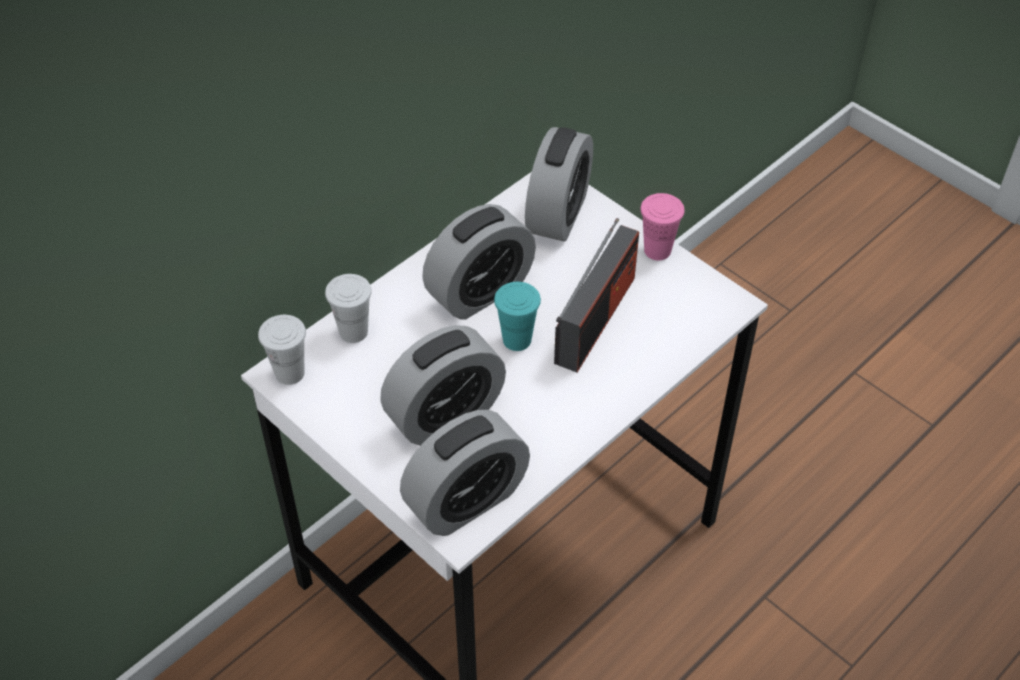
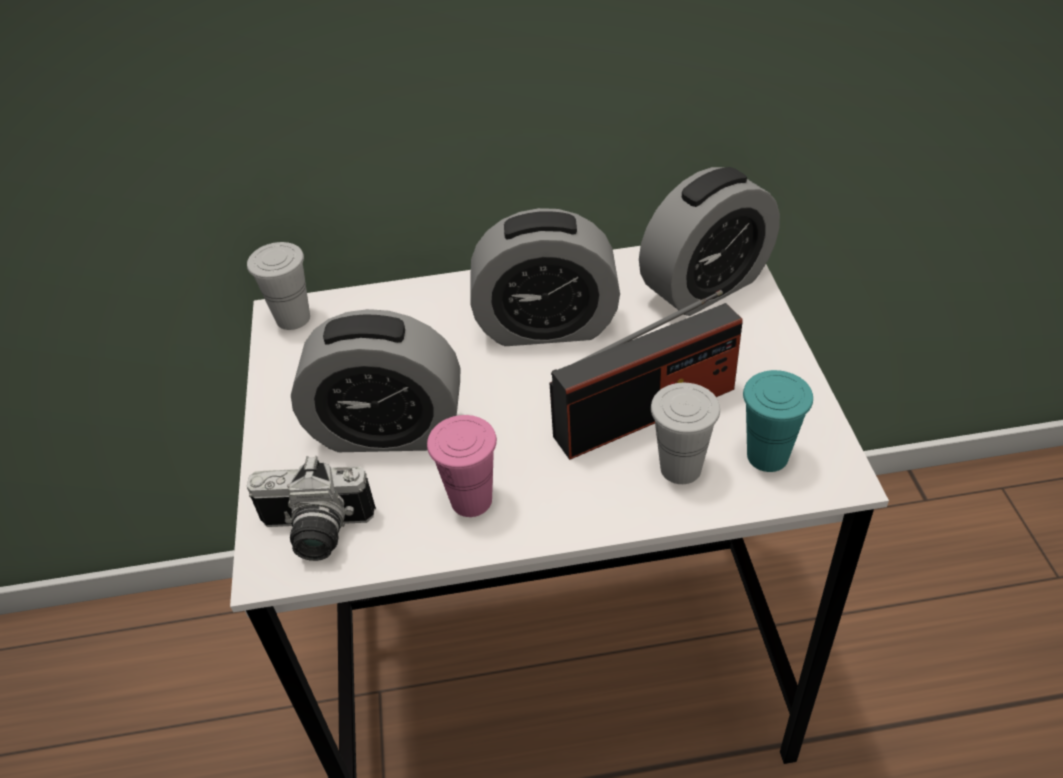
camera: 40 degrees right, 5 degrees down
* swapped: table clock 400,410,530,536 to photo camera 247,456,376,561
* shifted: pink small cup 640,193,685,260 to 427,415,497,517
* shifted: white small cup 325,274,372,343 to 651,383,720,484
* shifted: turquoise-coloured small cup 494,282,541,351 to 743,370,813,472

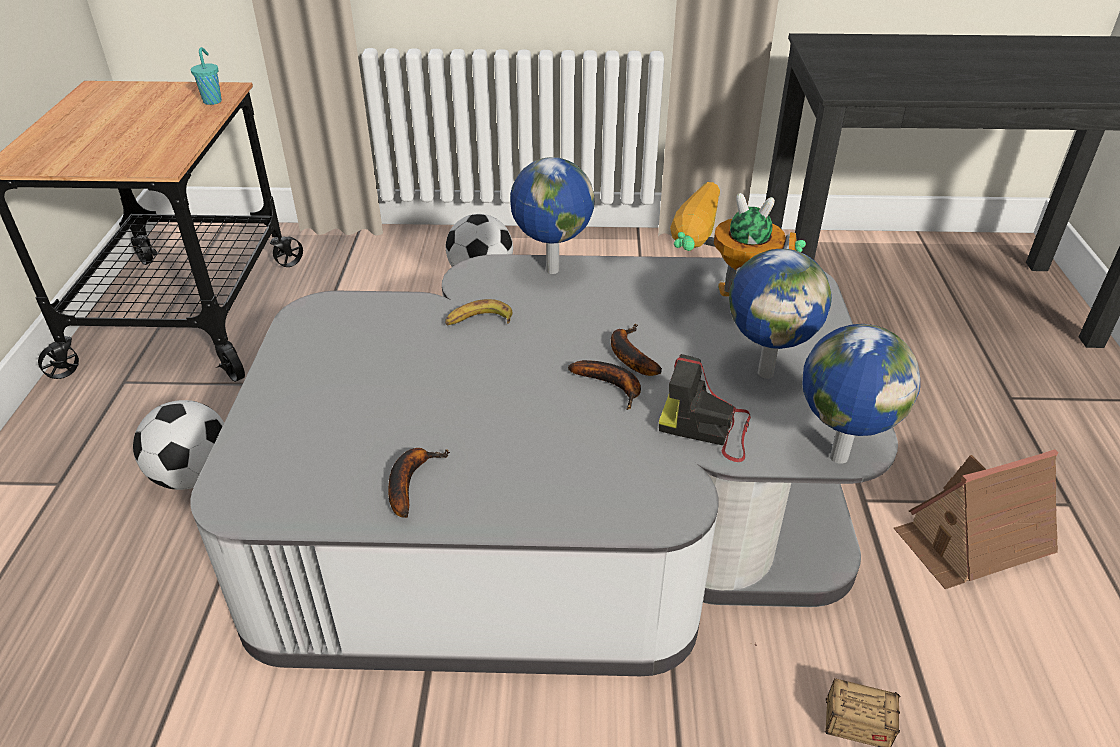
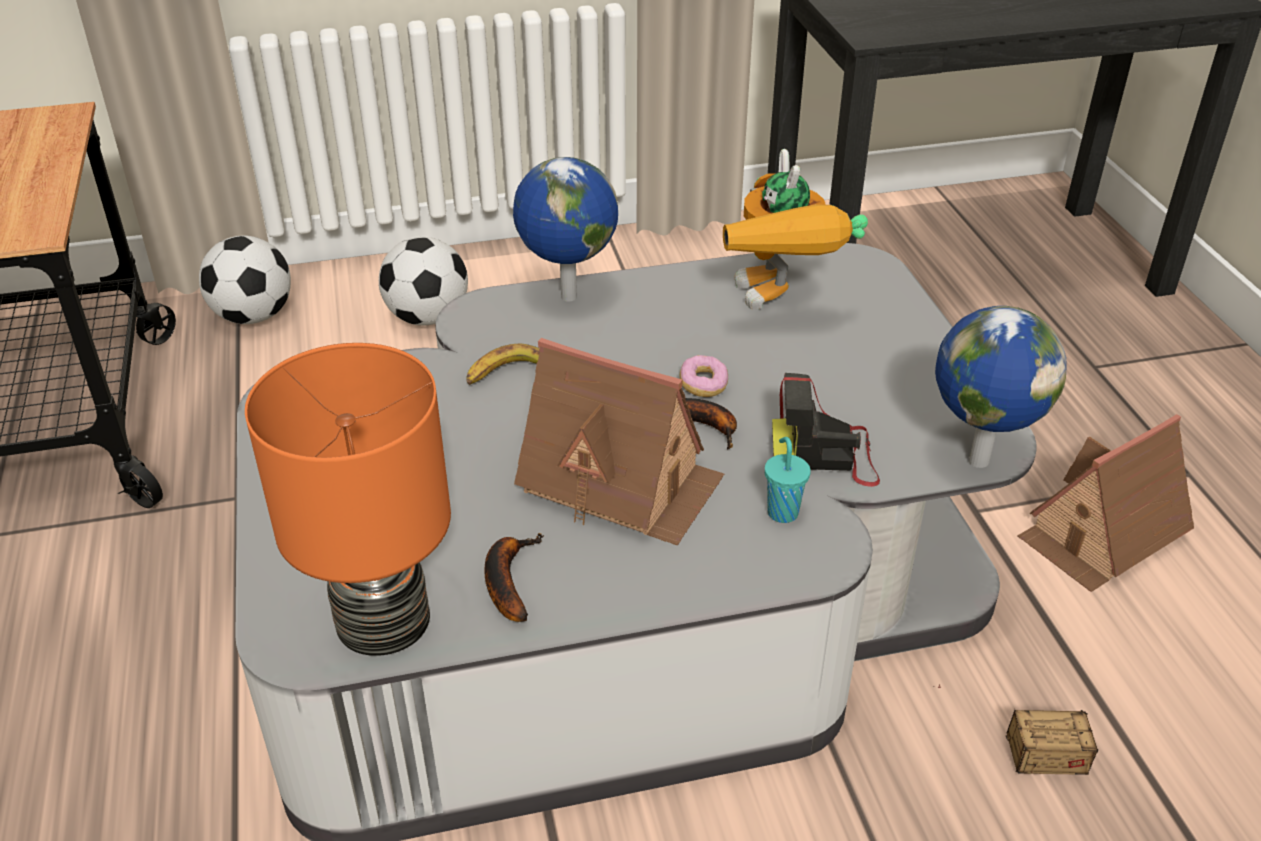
camera: 15 degrees left, 0 degrees up
* shifted: football 133,400,224,490 to 199,235,291,324
* new: orange lamp for a table 245,343,451,656
* new: miniature house 514,338,724,545
* swapped: whole banana 611,324,662,376 to ring doughnut 680,355,728,397
* rotated: toy robot 670,182,806,296 = 723,149,868,310 105 degrees counterclockwise
* shifted: turquoise-coloured small cup 191,47,222,105 to 765,437,811,523
* gone: desk globe 729,249,832,379

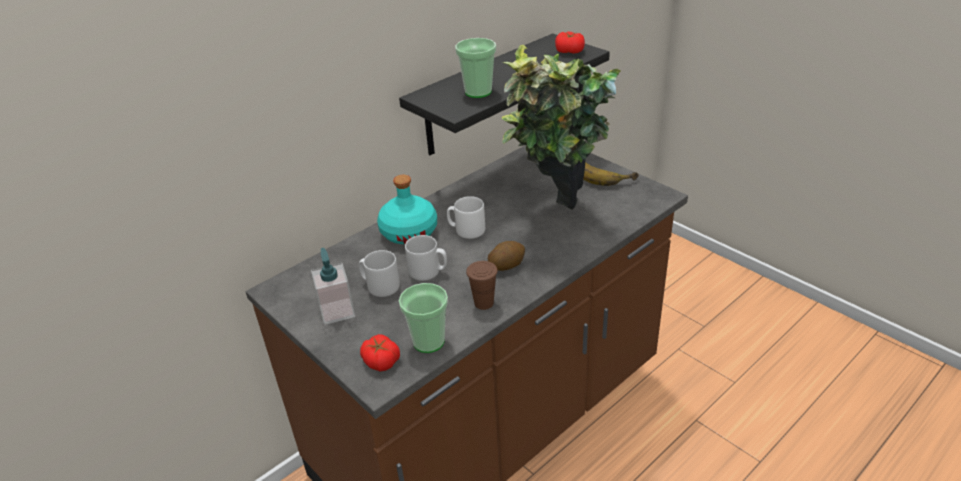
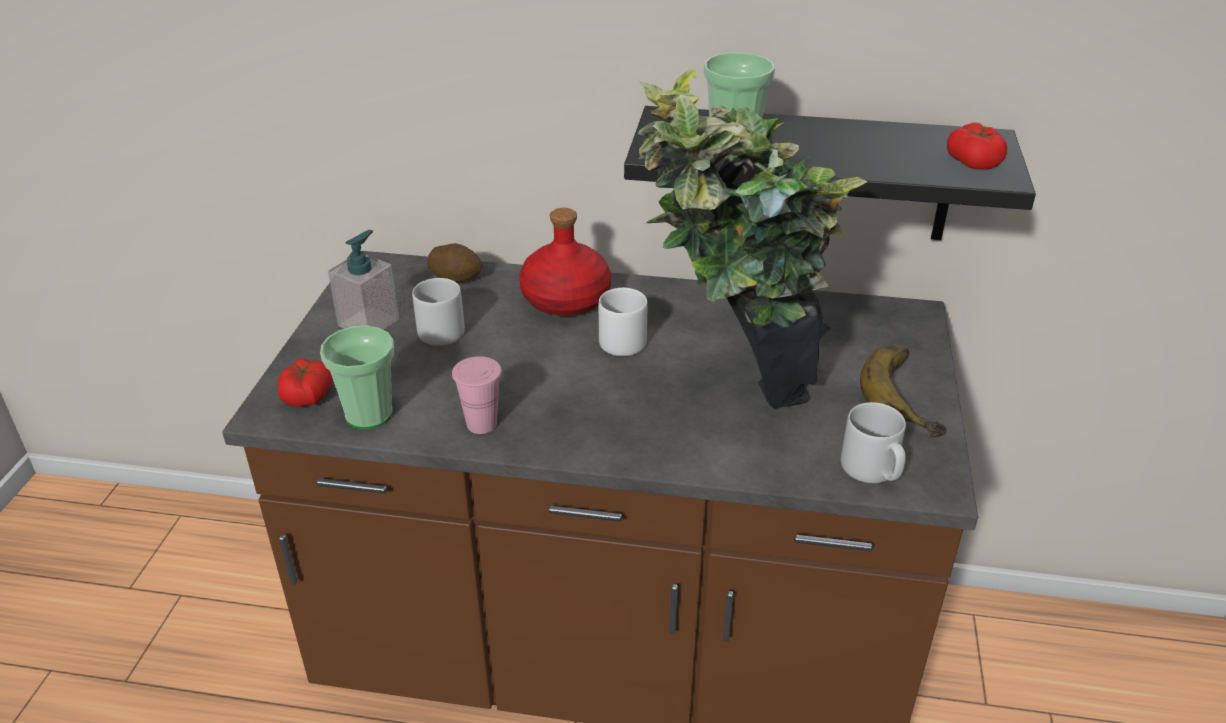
camera: 50 degrees right, 0 degrees up
* shifted: potato 488,241,525,271 to 427,243,483,283
* repainted: brown small cup 466,261,498,310 to pink small cup 452,356,502,434
* repainted: turquoise-coloured beverage bottle 377,175,437,244 to red-coloured beverage bottle 519,208,611,316
* shifted: greyish tea mug 405,235,447,281 to 841,402,906,483

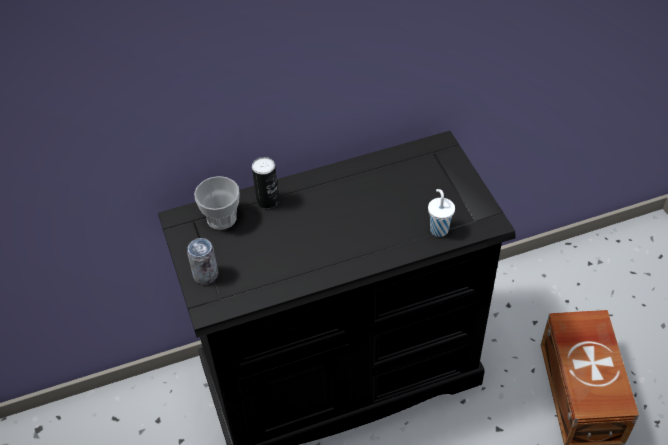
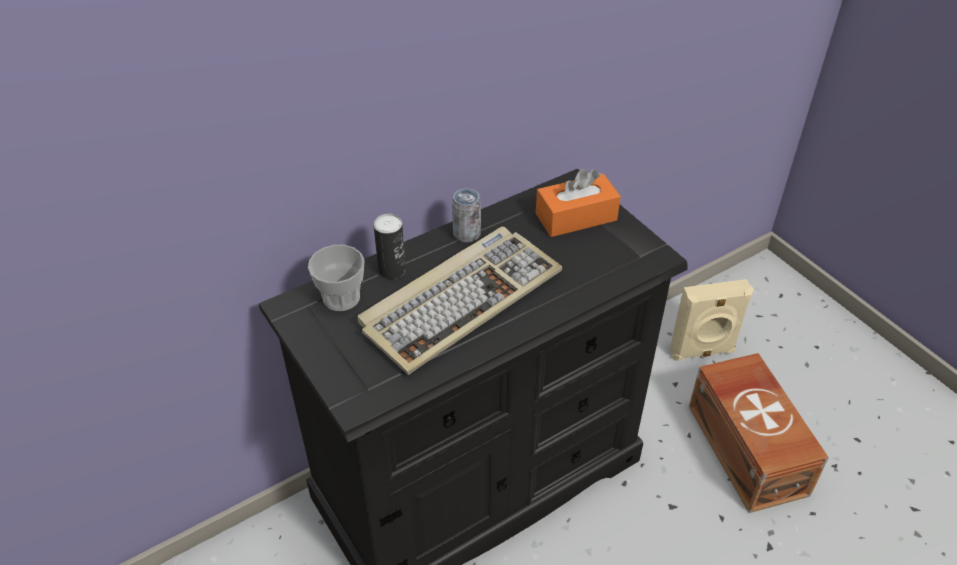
camera: 15 degrees left, 5 degrees down
* new: PC keyboard 357,227,562,375
* shifted: sealed can 187,238,219,285 to 452,188,481,242
* new: orange box of tissues 536,169,621,237
* new: beige speaker 670,279,754,360
* gone: white small cup 428,189,455,237

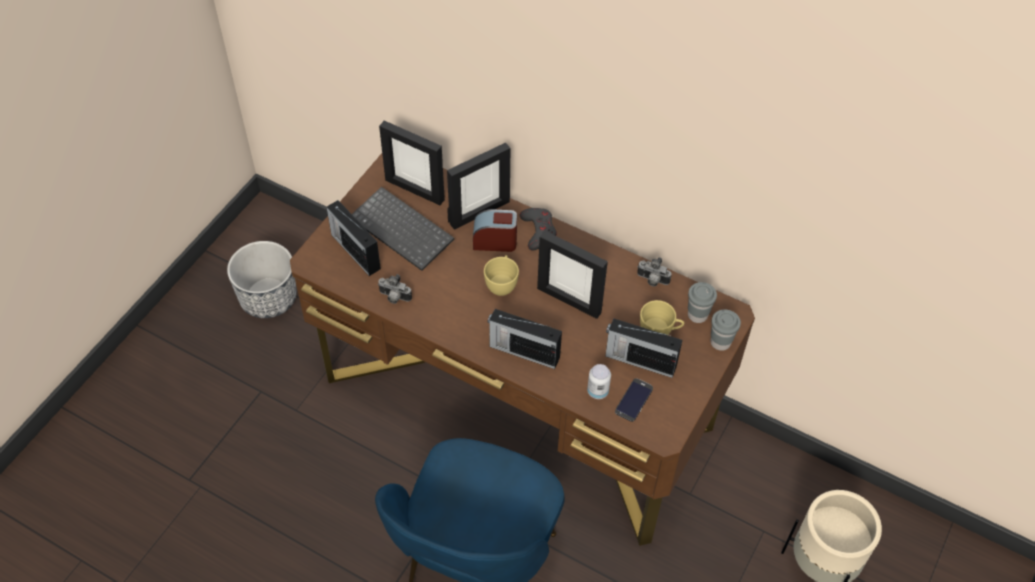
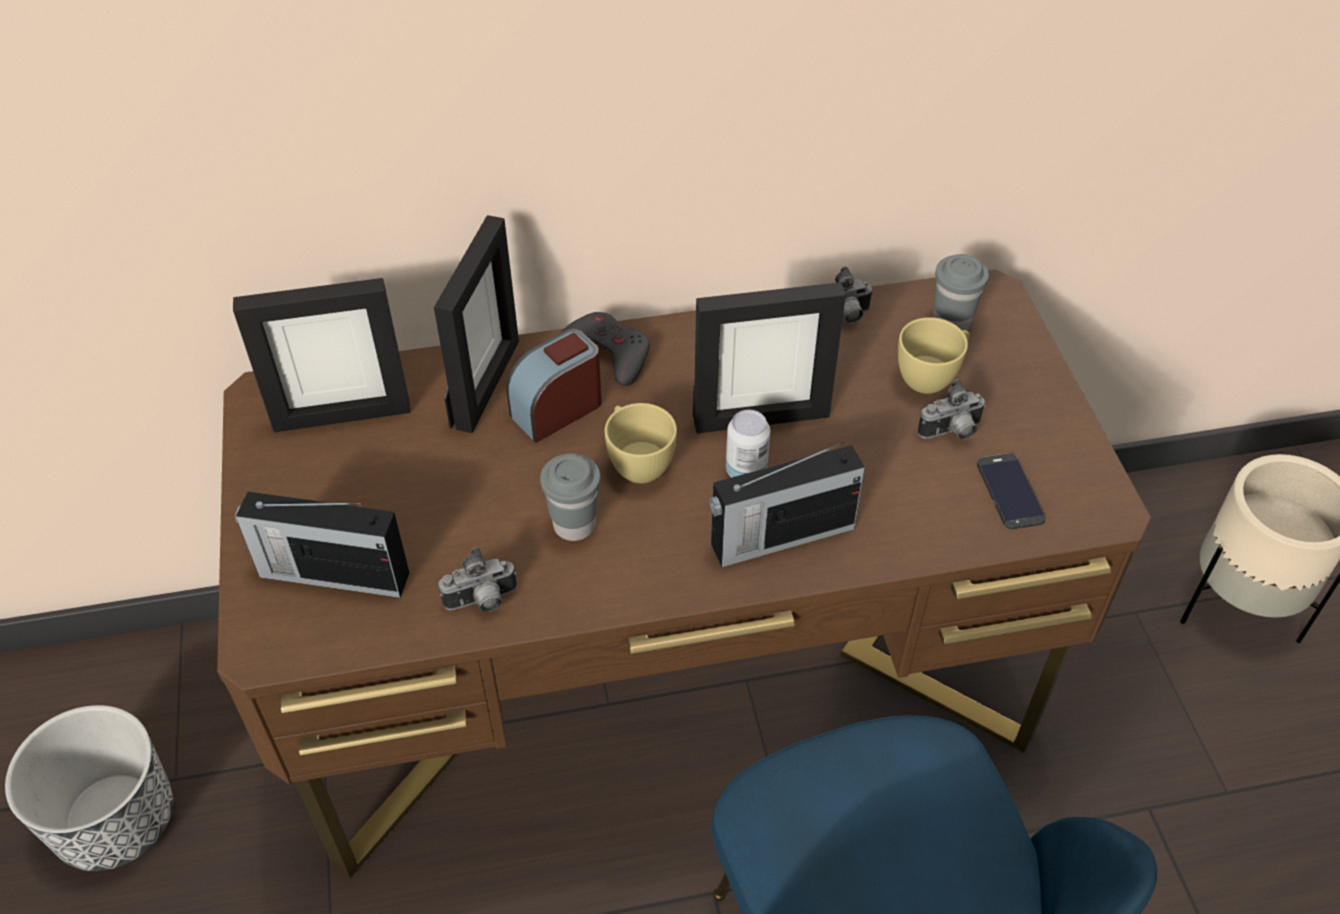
camera: 40 degrees left, 5 degrees down
* shifted: greyish small cup 711,309,741,351 to 540,453,601,541
* shifted: sealed can 587,364,611,399 to 726,410,770,477
* swapped: radio receiver 605,318,682,378 to photo camera 917,379,986,440
* gone: PC keyboard 352,187,454,271

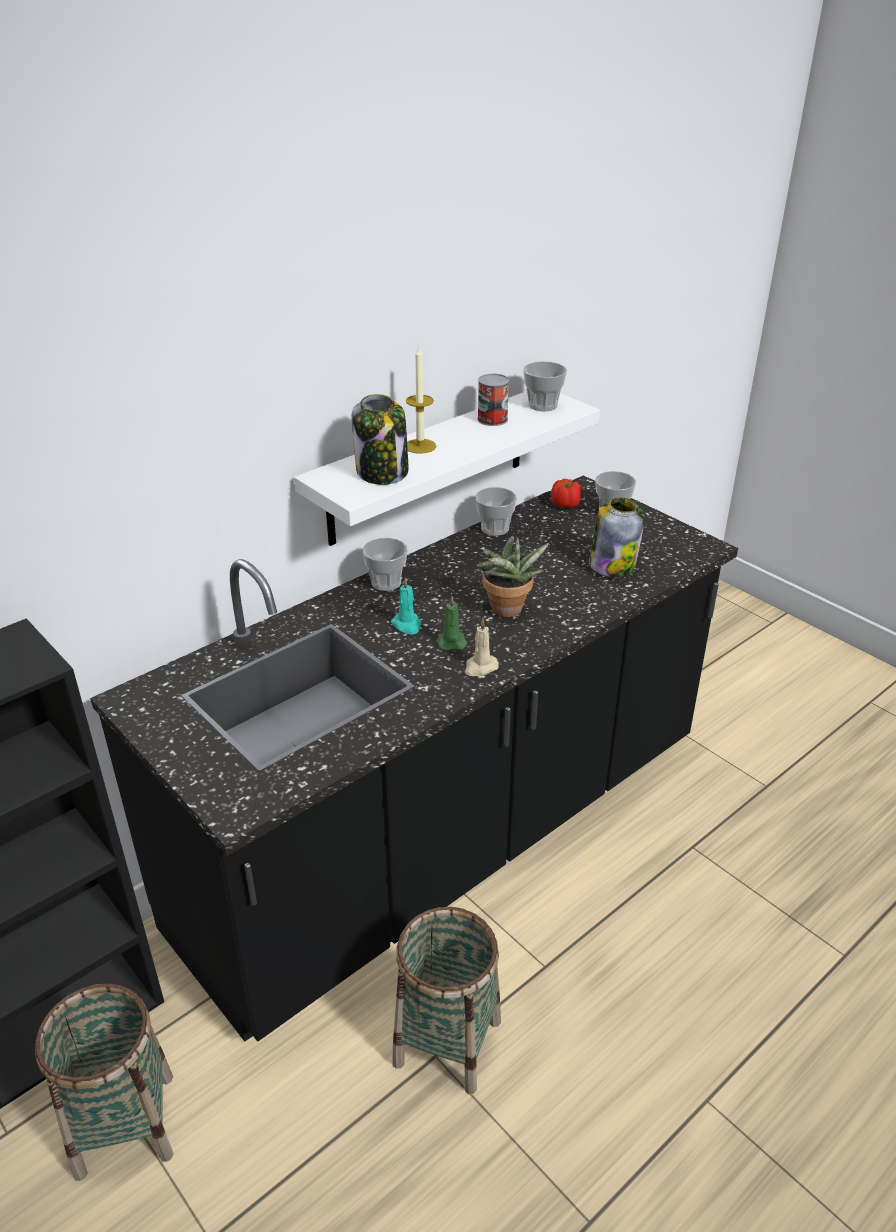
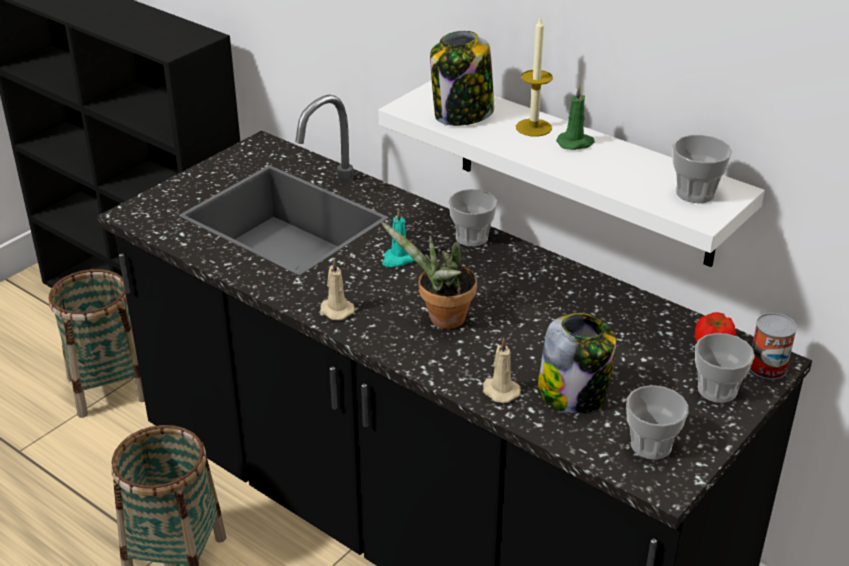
camera: 80 degrees right, 0 degrees up
* new: beige candle 483,338,521,403
* shifted: green candle 438,595,467,651 to 556,85,595,150
* shifted: small cup 475,487,517,536 to 626,385,688,460
* shifted: sealed can 477,374,509,426 to 749,313,797,380

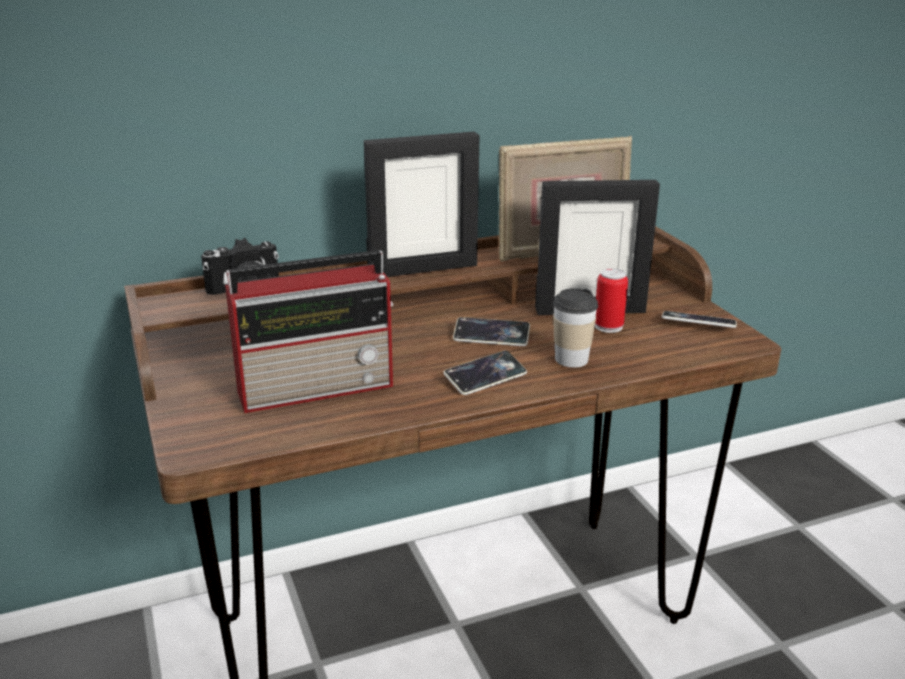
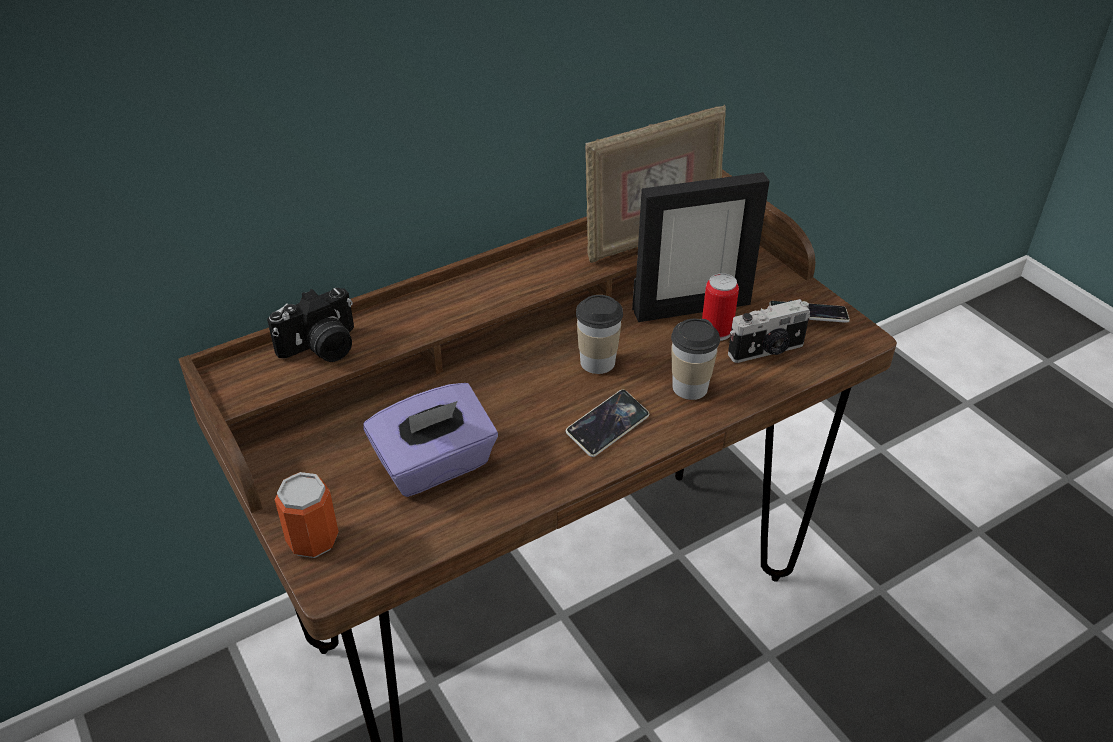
camera: 10 degrees left, 15 degrees up
* new: sealed can 275,472,339,558
* swapped: radio receiver 225,250,394,413 to purple box of tissues 363,383,498,497
* swapped: handset 453,317,530,346 to small cup 576,295,623,374
* new: photo camera 728,299,810,363
* gone: photo frame 364,132,480,277

